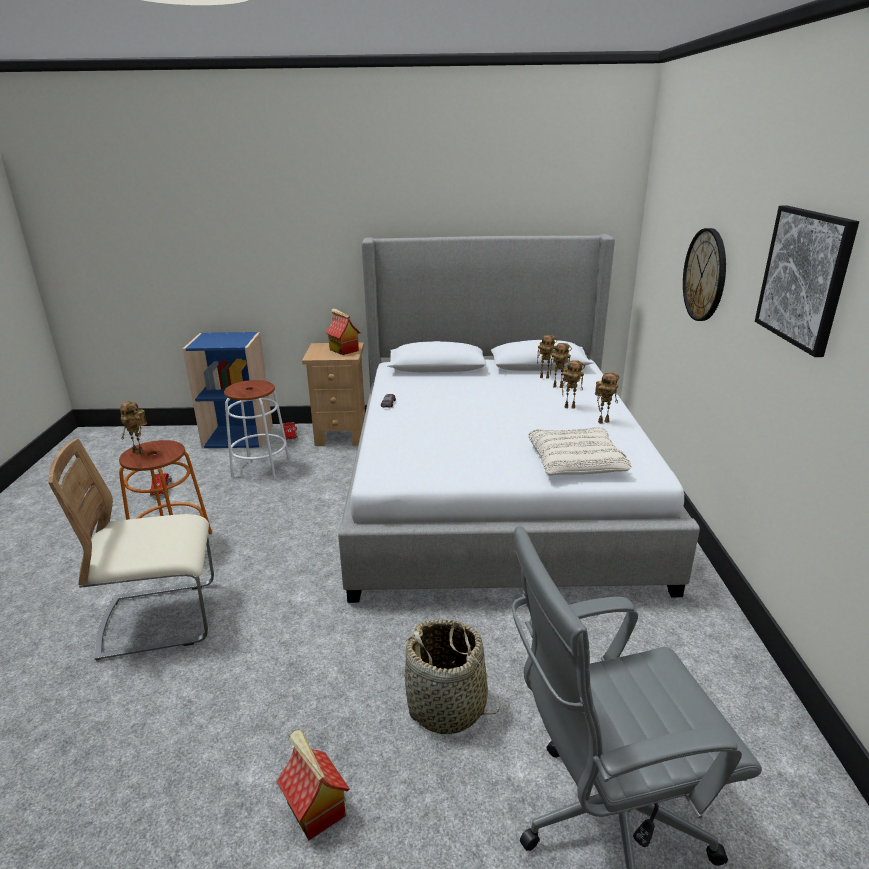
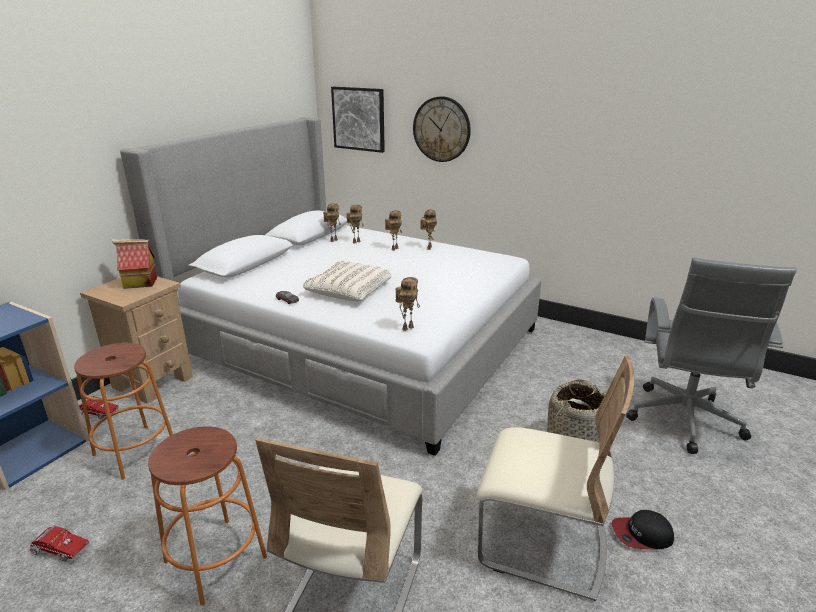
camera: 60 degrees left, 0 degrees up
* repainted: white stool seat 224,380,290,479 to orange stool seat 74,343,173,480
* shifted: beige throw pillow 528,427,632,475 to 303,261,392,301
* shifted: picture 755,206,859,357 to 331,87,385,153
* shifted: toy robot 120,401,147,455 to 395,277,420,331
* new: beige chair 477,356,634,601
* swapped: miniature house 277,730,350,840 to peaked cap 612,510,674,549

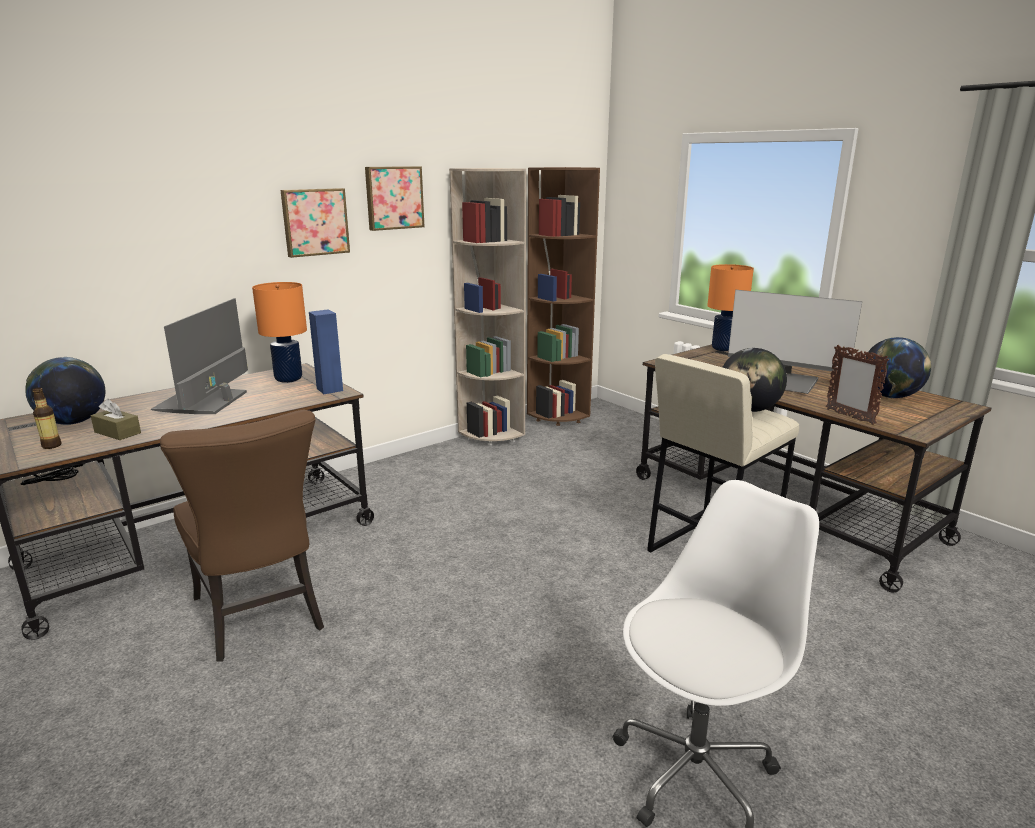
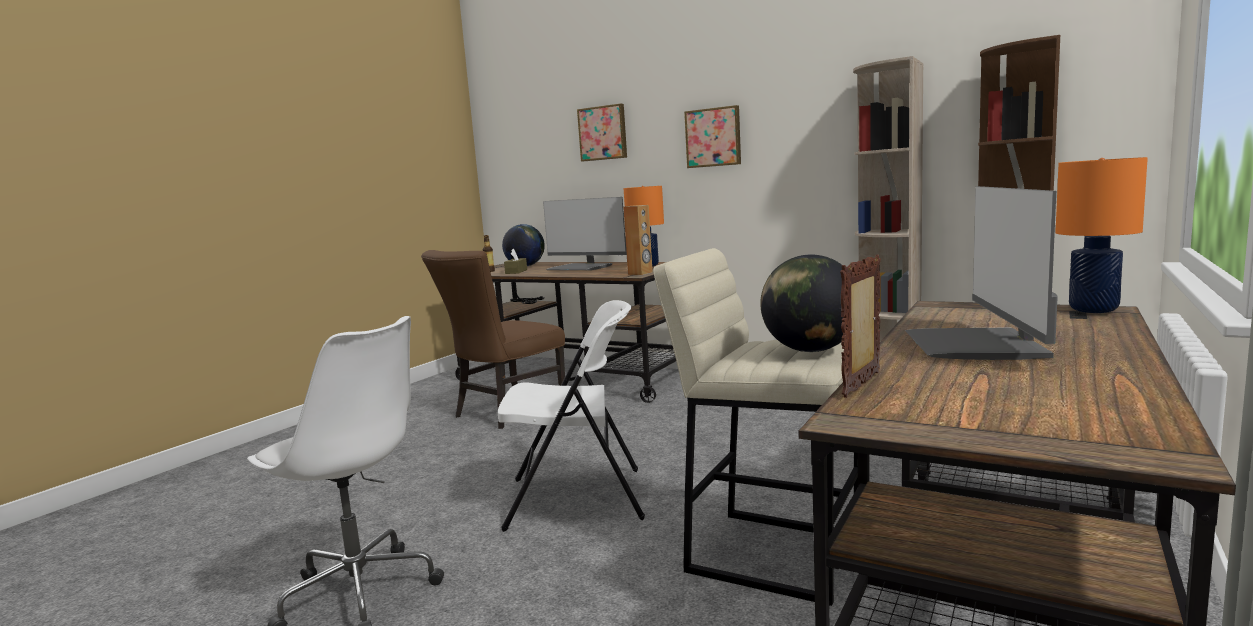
camera: 70 degrees right, 10 degrees down
* new: white chair 498,300,645,532
* rotated: computer screen 150,298,248,414 = 543,197,627,270 135 degrees counterclockwise
* shifted: picture 365,166,424,231 to 577,104,627,161
* repainted: blue-coloured speaker 309,309,343,394 to brown speaker 623,205,653,275
* gone: desk globe 866,337,931,398

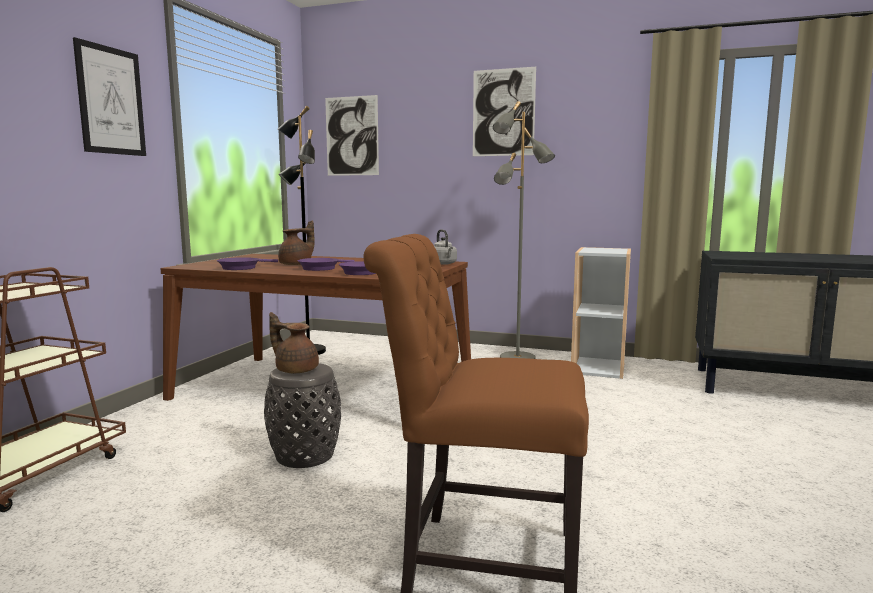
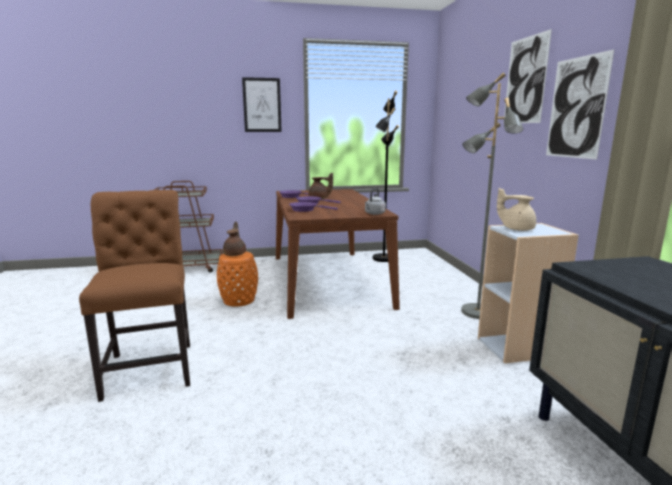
camera: 60 degrees right, 5 degrees up
* repainted: greyish stool seat 264,363,341,468 to orange stool seat 217,252,258,307
* new: beige tea pot 497,188,536,231
* shifted: picture 325,95,379,176 to 546,50,614,160

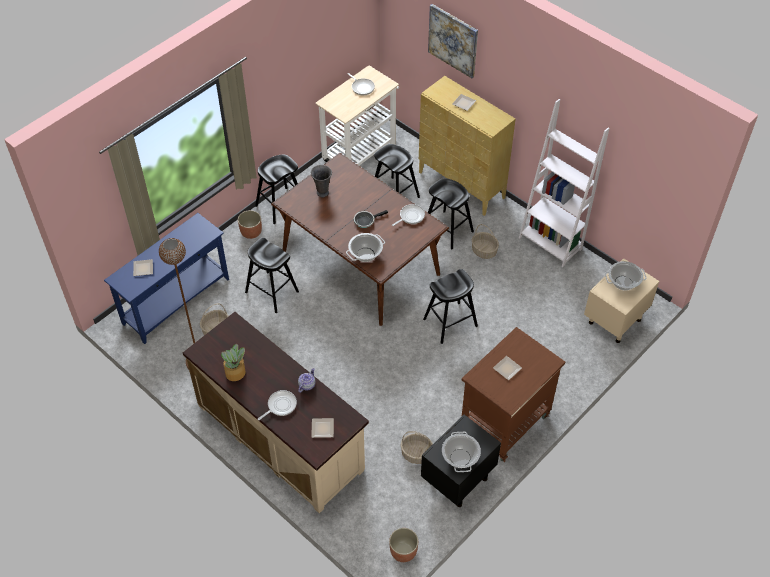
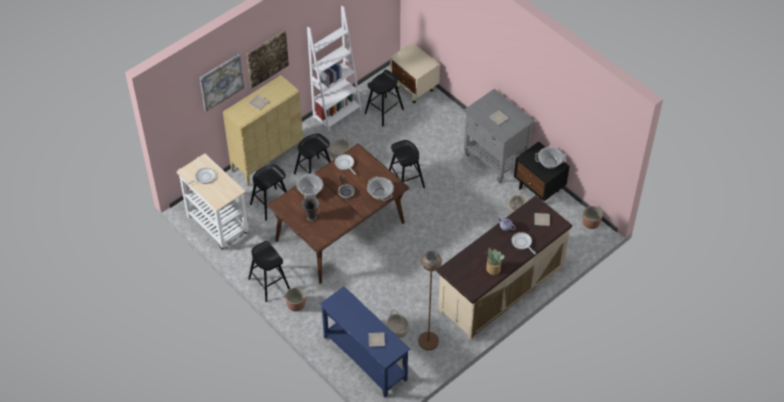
camera: 85 degrees left, 0 degrees up
* new: picture 247,31,289,88
* shifted: saucepot 605,261,647,291 to 297,174,323,198
* shifted: black stool seat 245,238,299,313 to 365,70,404,127
* repainted: brown cart 462,327,565,462 to greyish cart 464,89,535,183

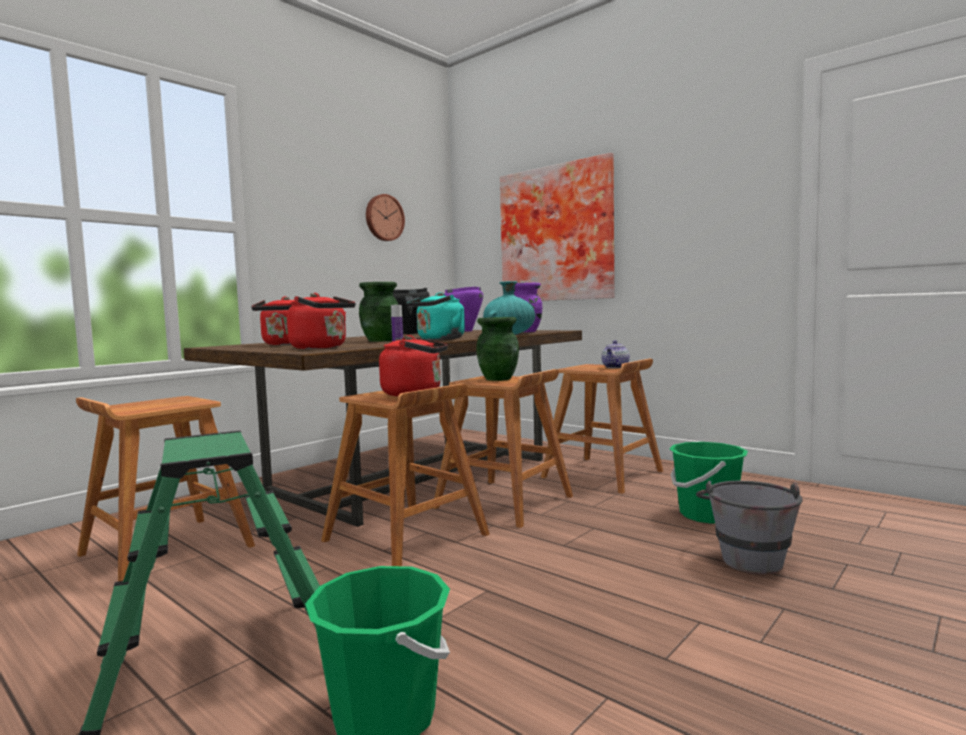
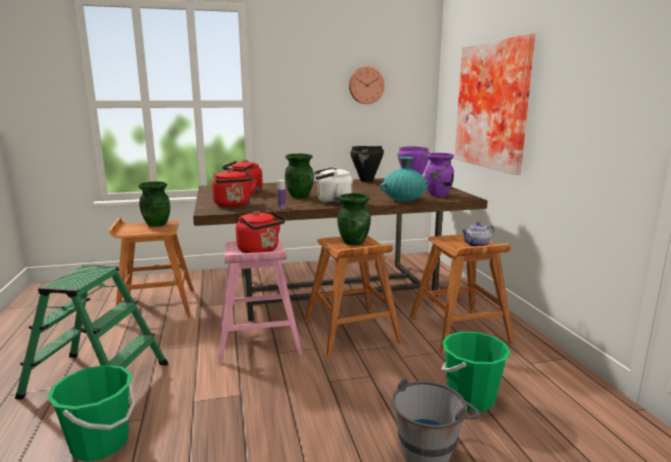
camera: 35 degrees right, 10 degrees up
* new: green decorative vase 138,181,170,227
* repainted: brown stool seat 321,384,490,566 to pink stool seat 218,239,303,364
* repainted: turquoise-coloured kettle 407,292,465,340 to white kettle 314,167,353,204

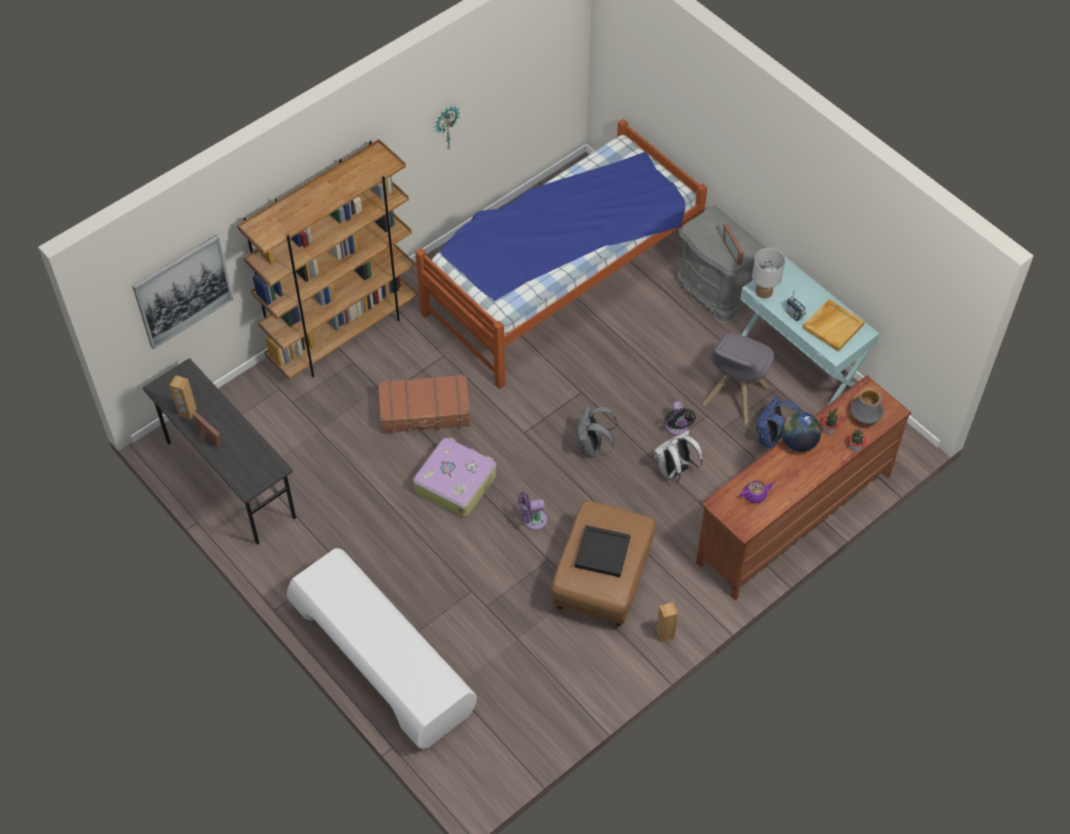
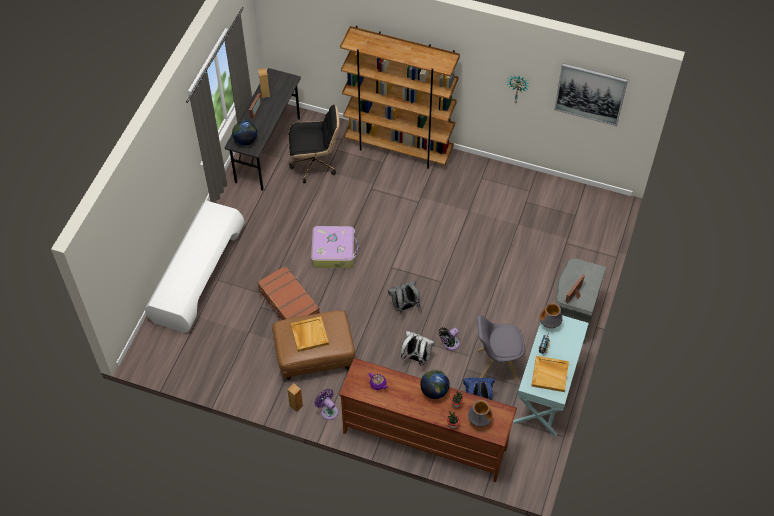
camera: 60 degrees right, 0 degrees up
* new: desk globe 232,121,257,146
* shifted: brown piece of luggage 378,374,471,434 to 257,266,320,320
* new: black computer chair 288,105,340,183
* repainted: black carrying tray 575,525,631,577 to beige carrying tray 291,316,329,352
* shifted: purple electric fan 518,492,547,530 to 314,389,338,420
* swapped: greyish lamp for a table 752,248,785,299 to decorative vase 539,303,563,328
* shifted: picture 132,235,233,349 to 554,63,628,126
* gone: bedroom bed 415,119,707,389

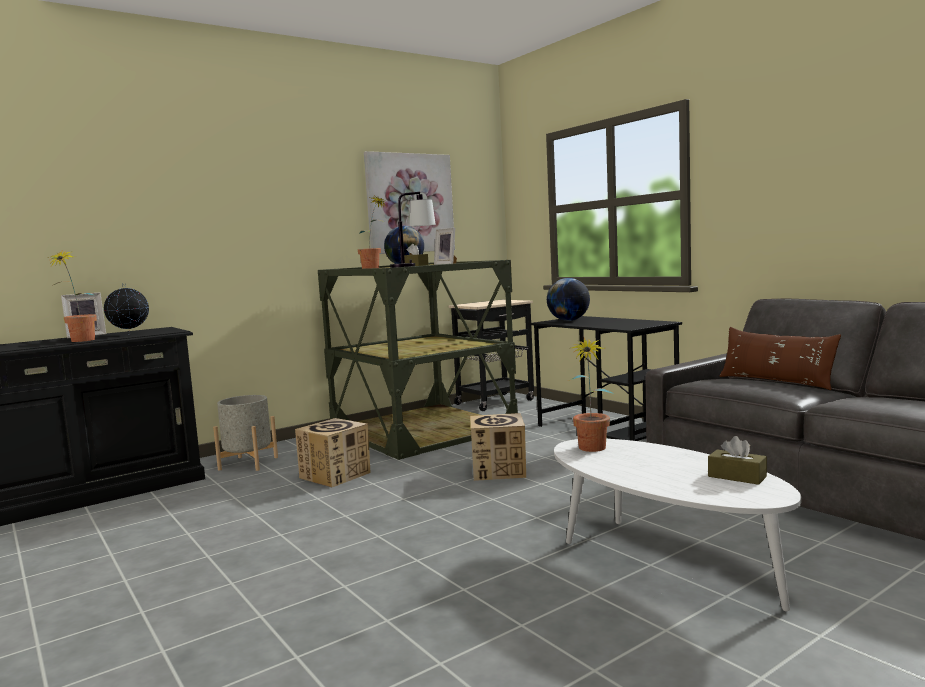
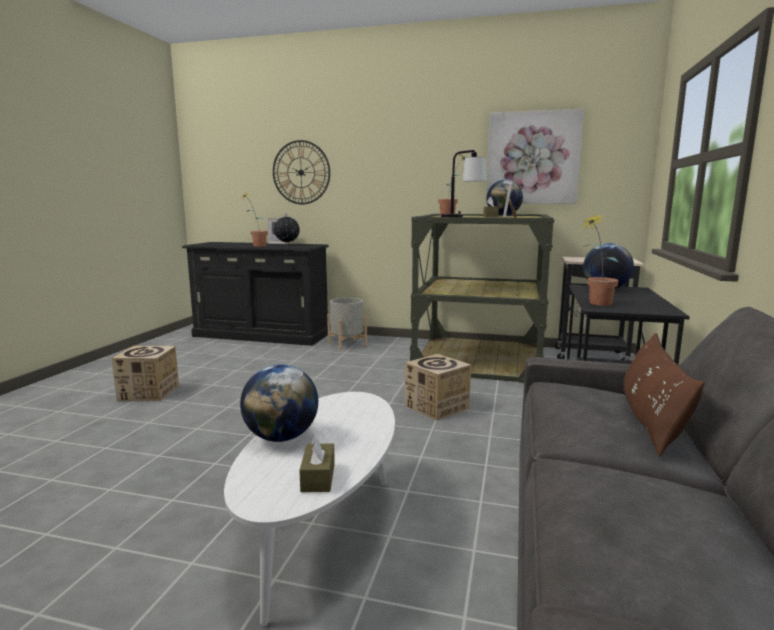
camera: 50 degrees right, 5 degrees up
* shifted: carton 295,418,371,487 to 111,346,179,401
* new: desk globe 240,364,318,442
* new: wall clock 273,140,330,204
* shifted: plant in a pot 568,338,614,452 to 580,215,618,306

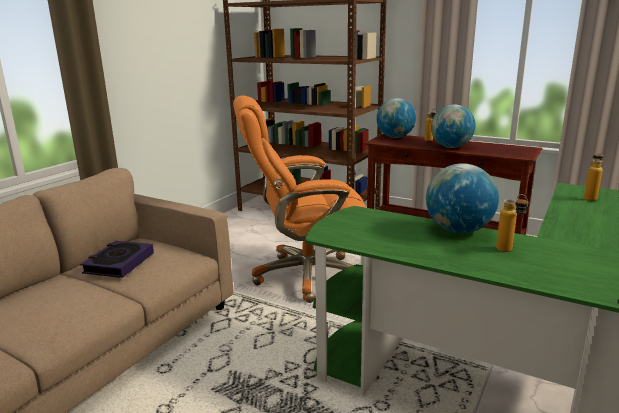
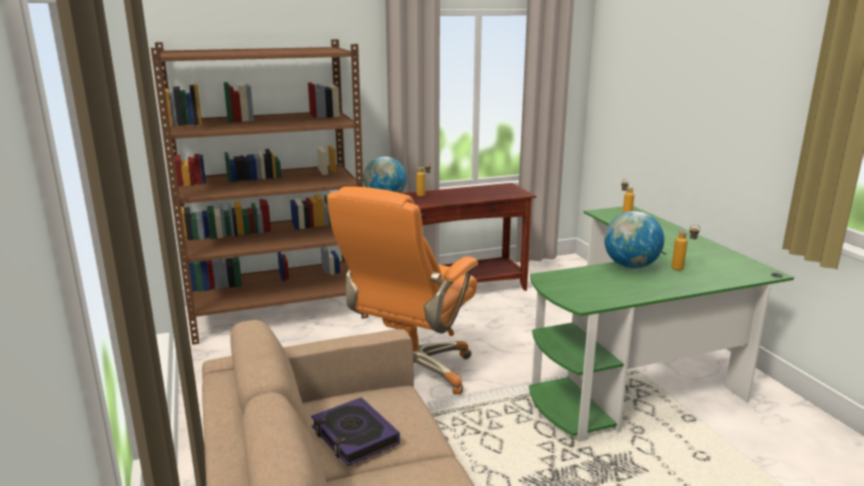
camera: 50 degrees left, 0 degrees up
* gone: desk globe 431,105,476,148

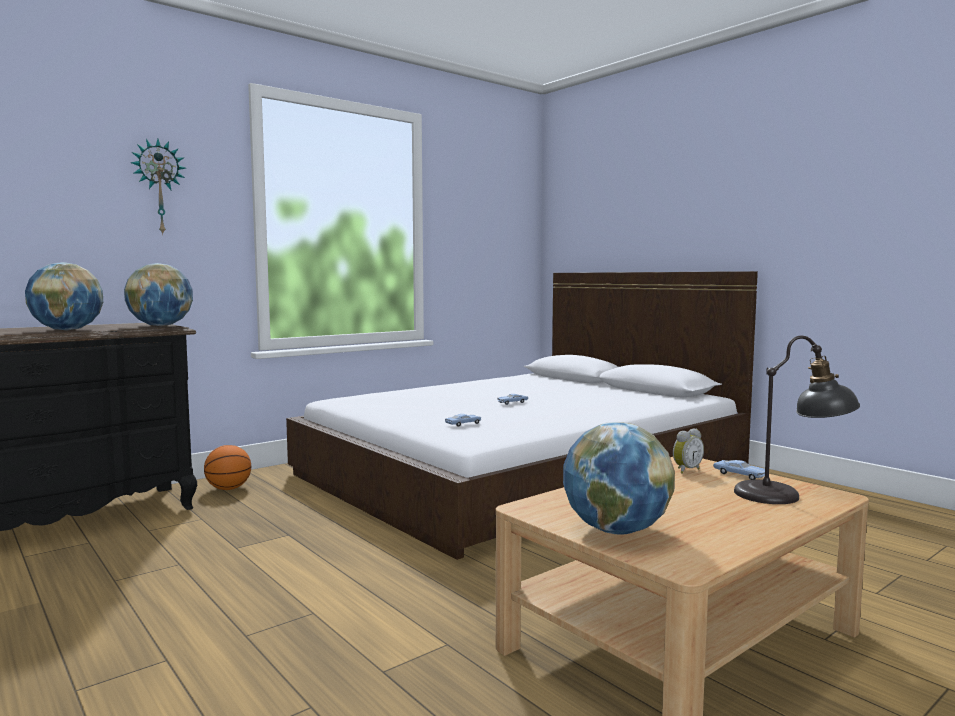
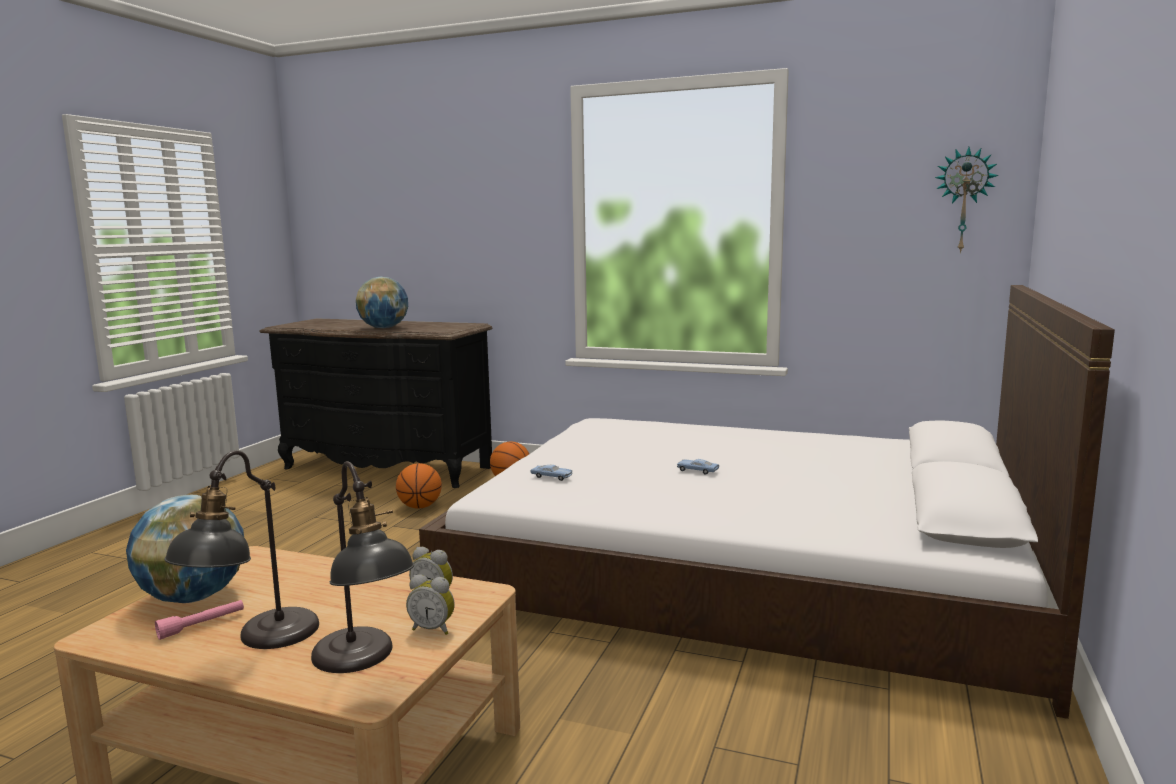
camera: 60 degrees right, 5 degrees up
* new: pink hand torch 155,600,244,640
* new: greyish lamp for a table 164,450,319,649
* new: basketball ball 396,463,442,509
* swapped: blue-coloured model car 713,460,765,480 to table clock 406,574,455,635
* shifted: wall clock 130,139,186,235 to 935,147,999,253
* gone: desk globe 124,263,193,326

